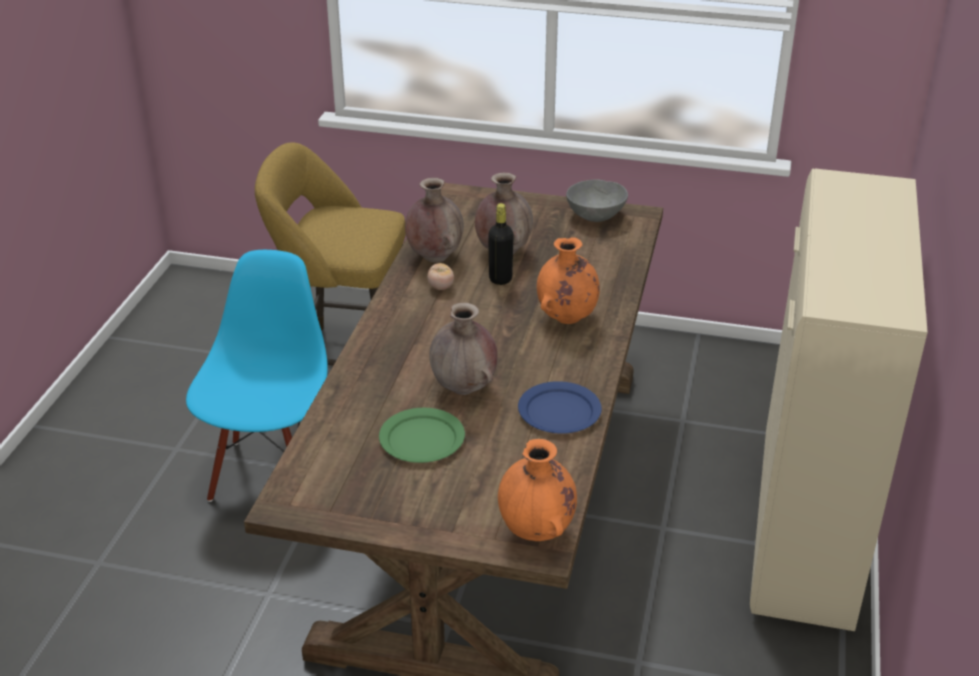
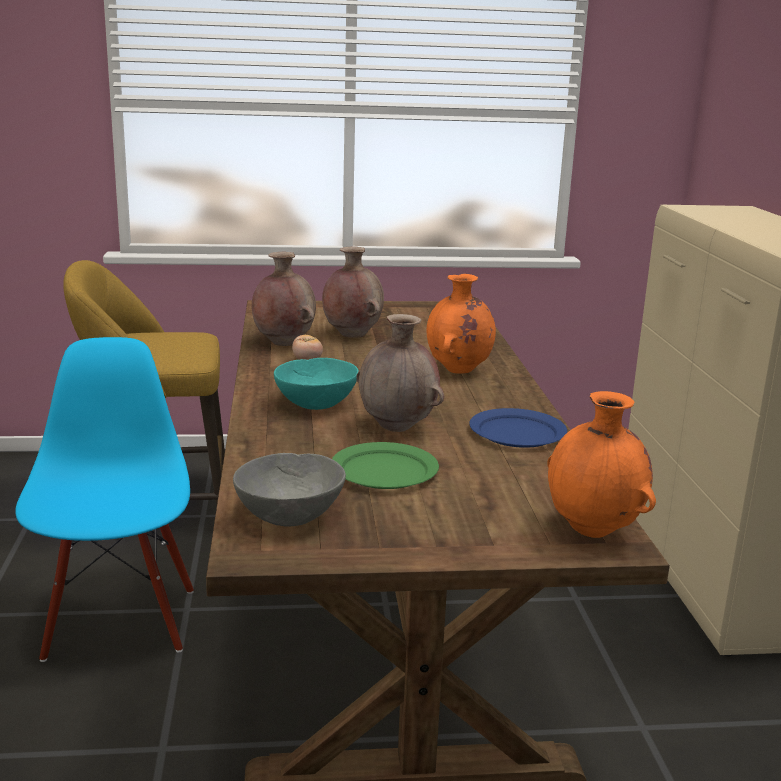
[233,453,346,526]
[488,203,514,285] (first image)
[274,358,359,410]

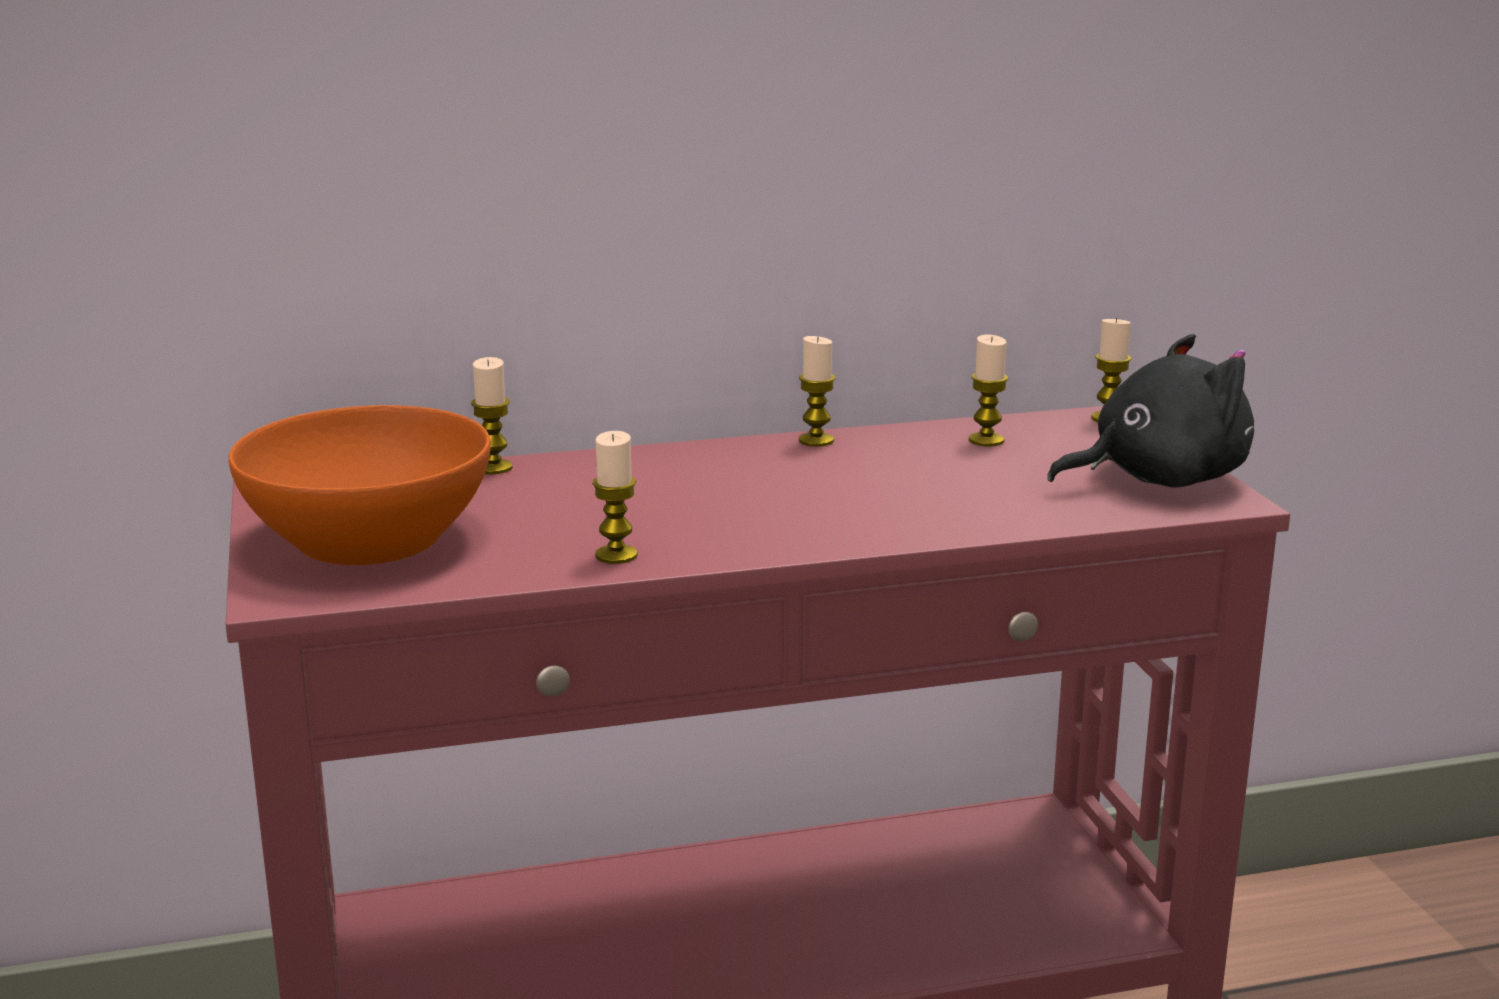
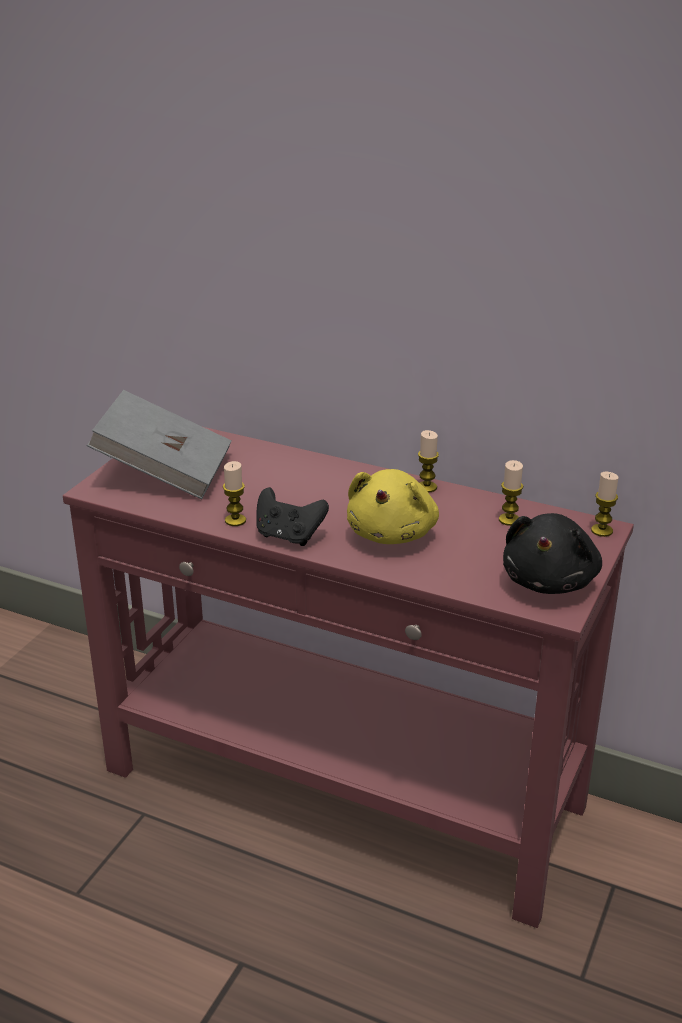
[503,513,602,594]
[471,357,513,474] (first image)
[87,390,232,499]
[347,469,439,544]
[256,487,329,546]

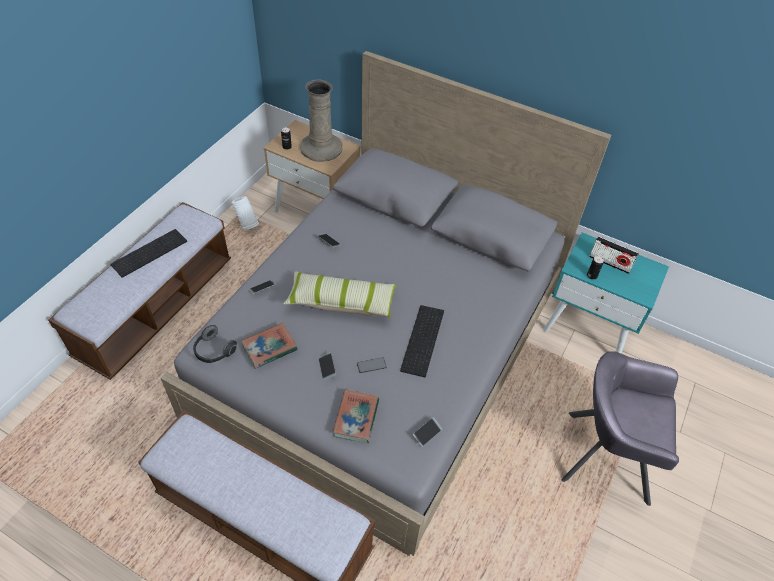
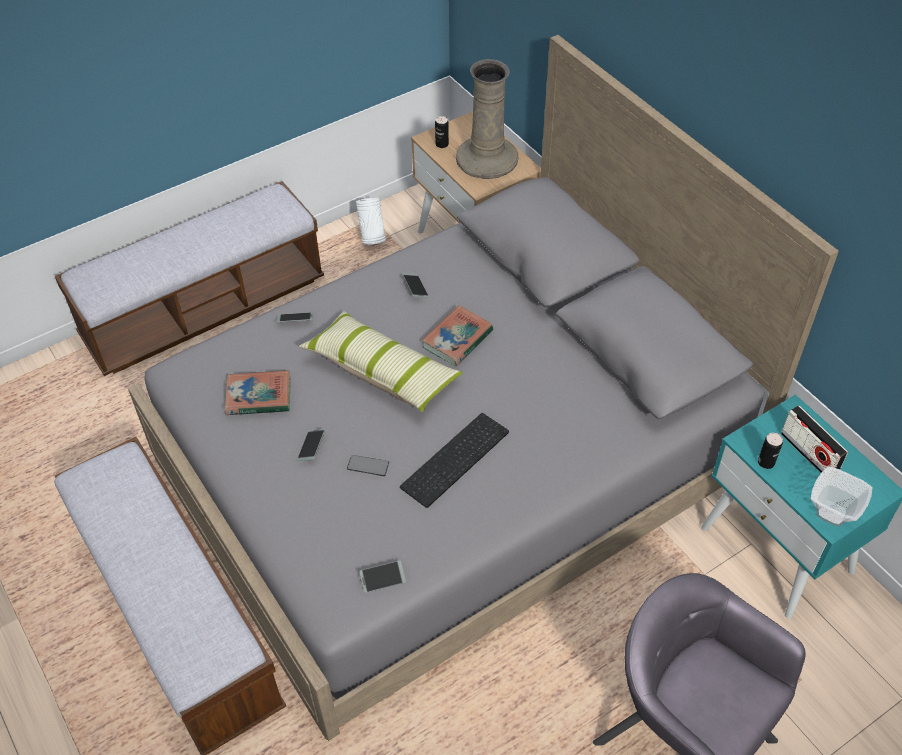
[110,229,187,278] (first image)
[193,325,237,363] (first image)
[422,305,493,366]
[811,466,872,526]

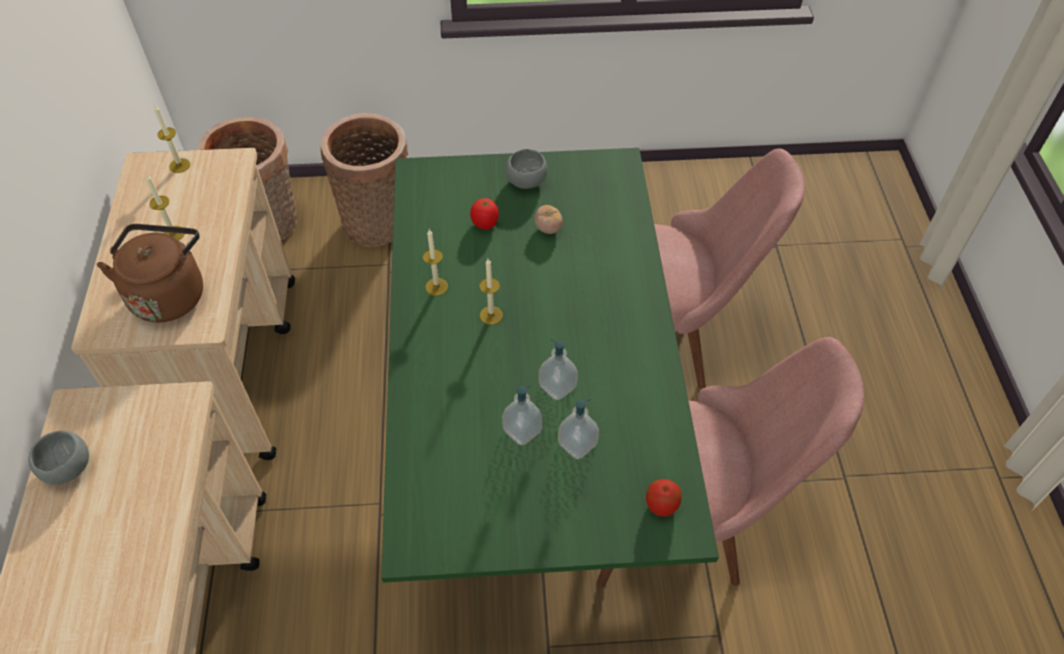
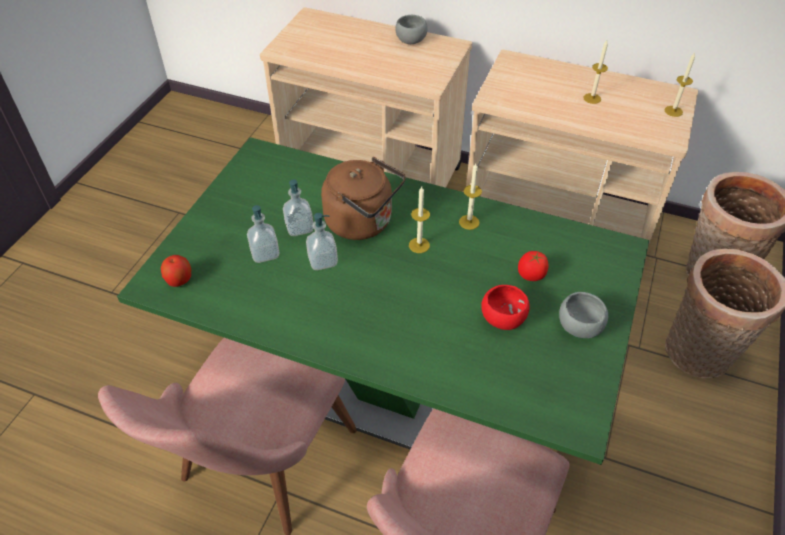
[481,285,530,330]
[321,157,406,240]

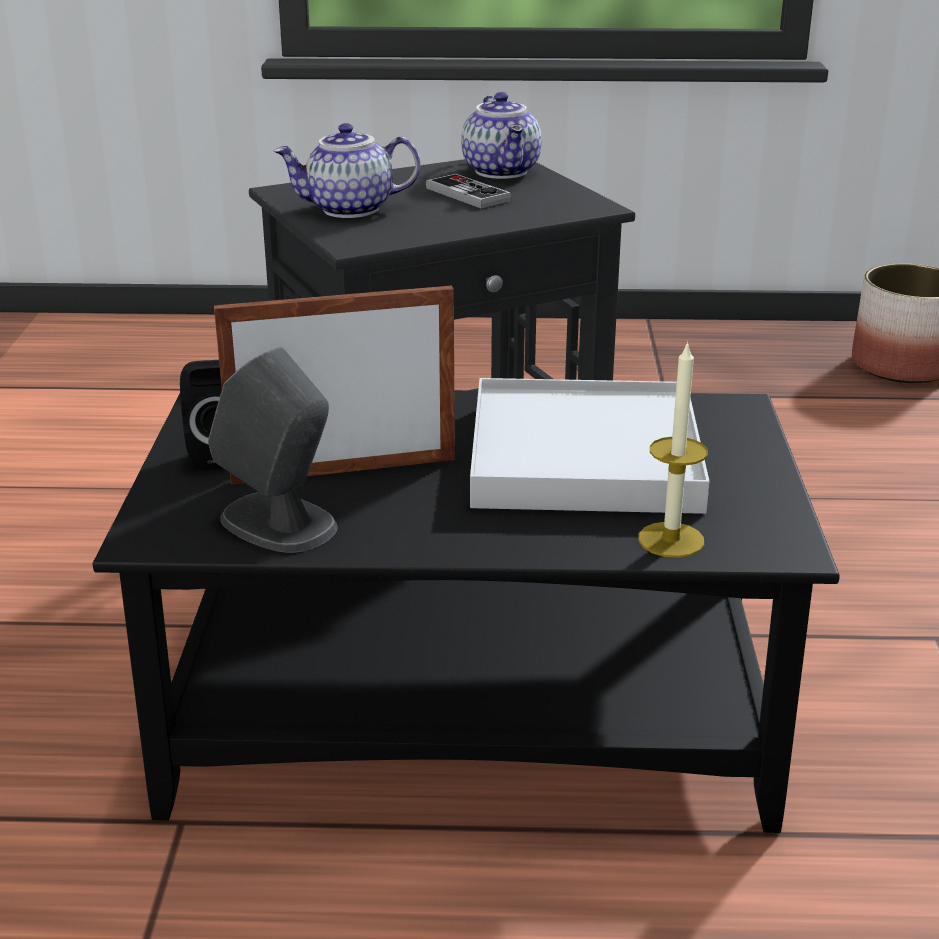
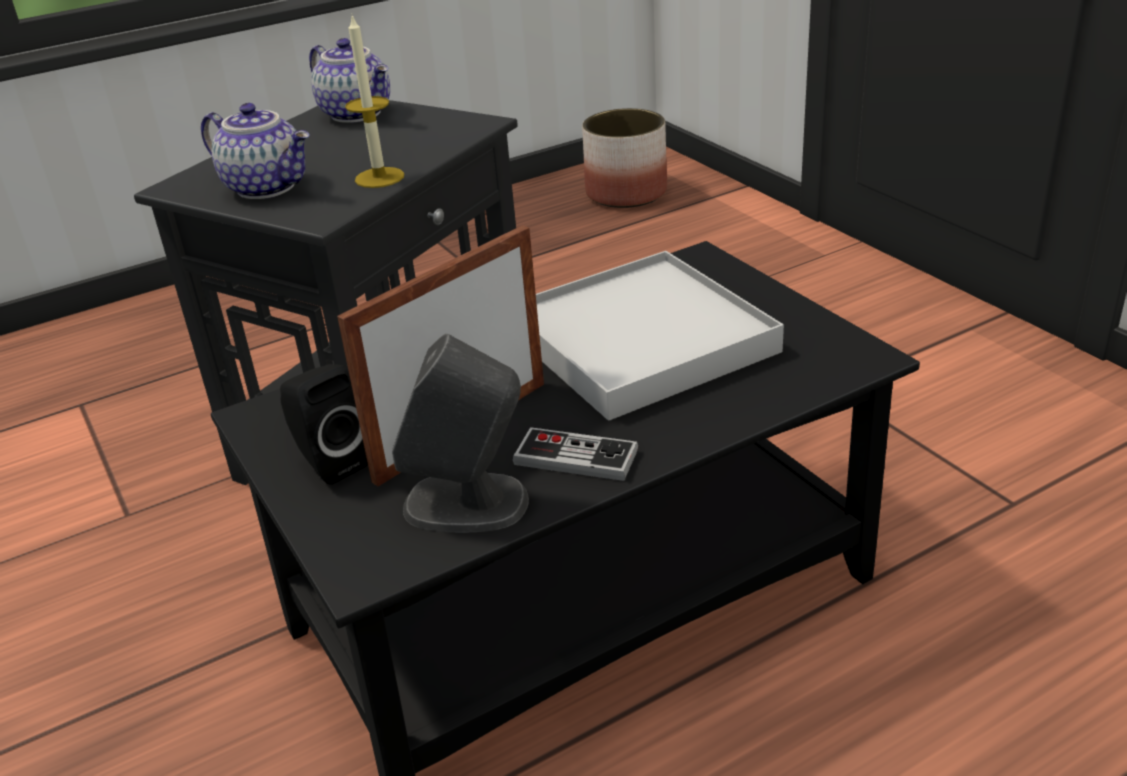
[201,103,309,199]
[513,427,638,481]
[345,16,404,188]

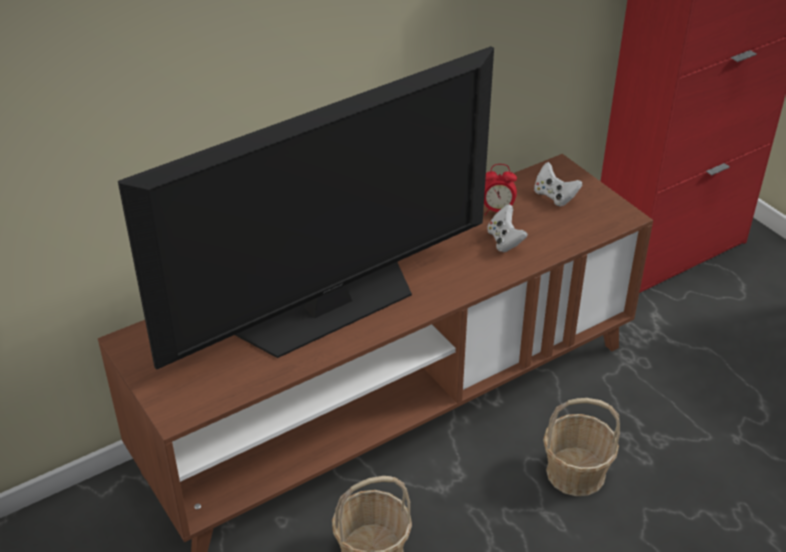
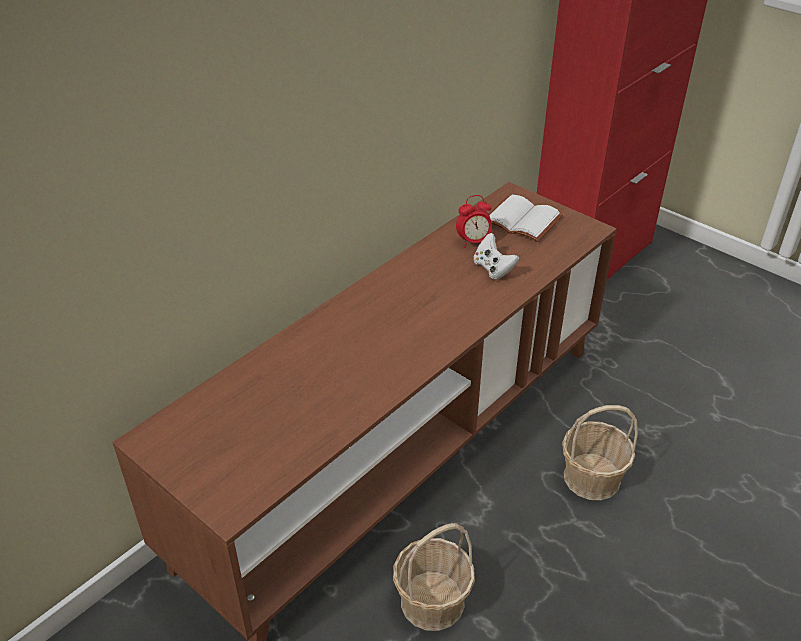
[118,46,494,370] (first image)
[489,195,563,242]

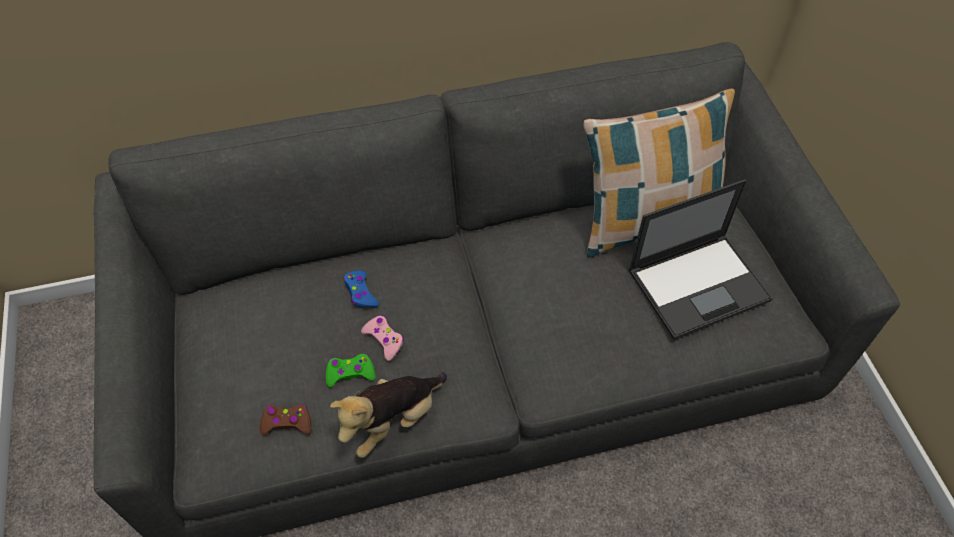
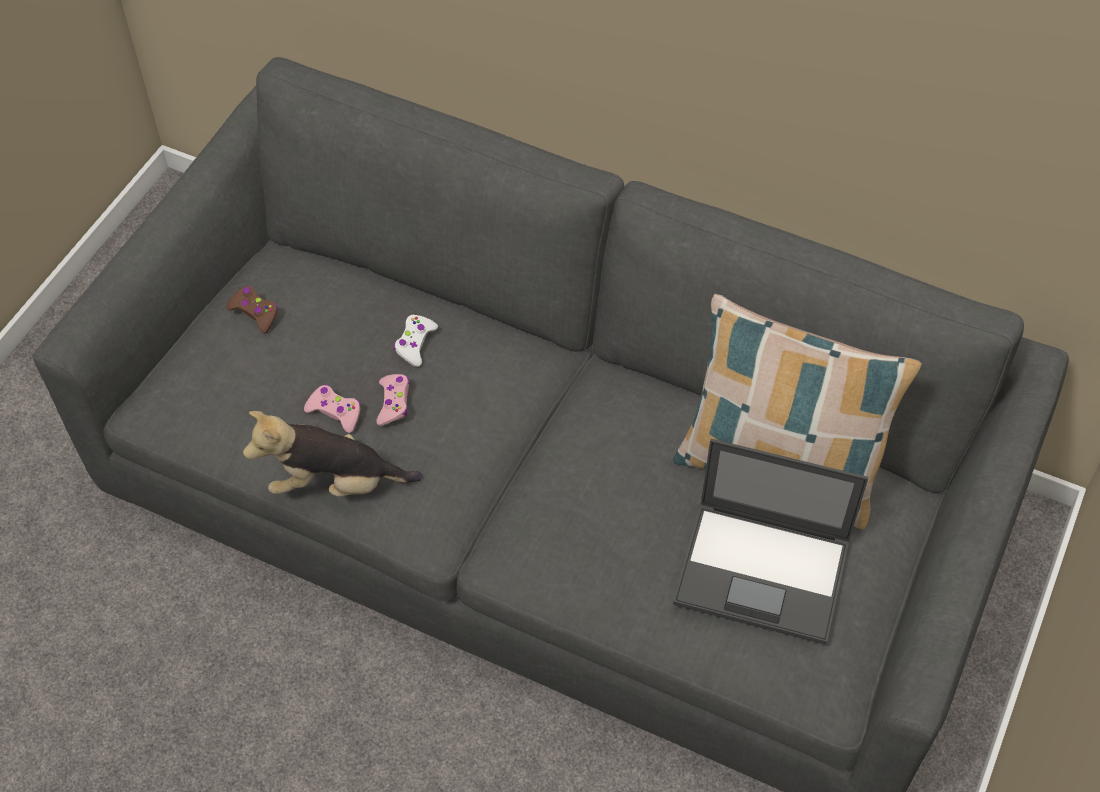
[393,315,438,367]
[304,385,361,433]
[226,286,278,334]

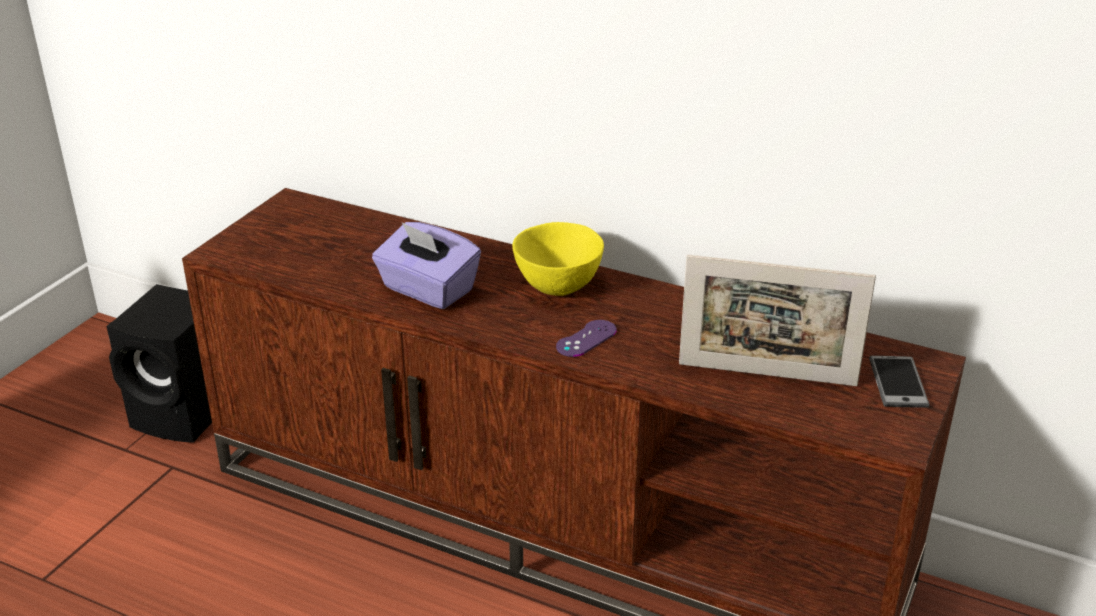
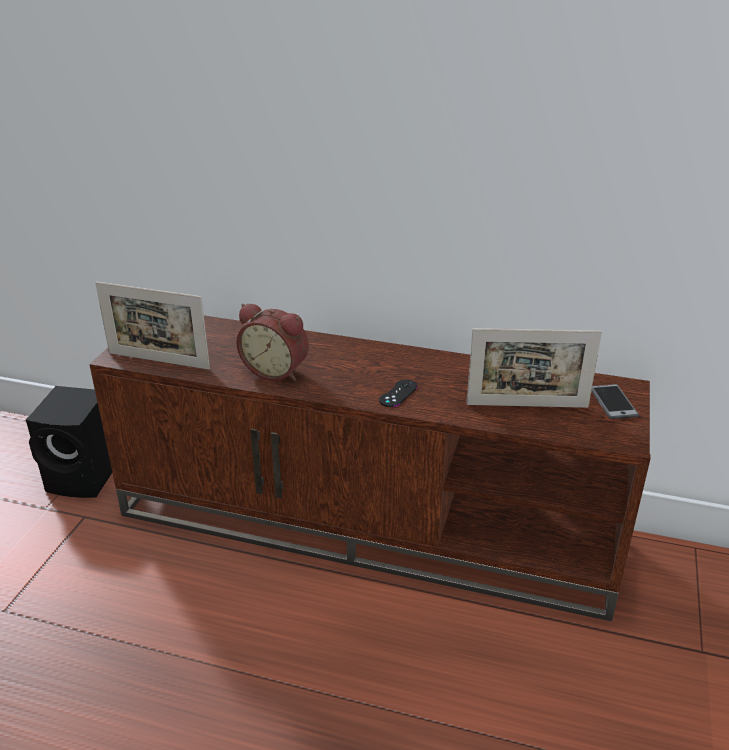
[236,304,309,381]
[512,222,604,296] (first image)
[379,380,417,407]
[95,282,210,370]

